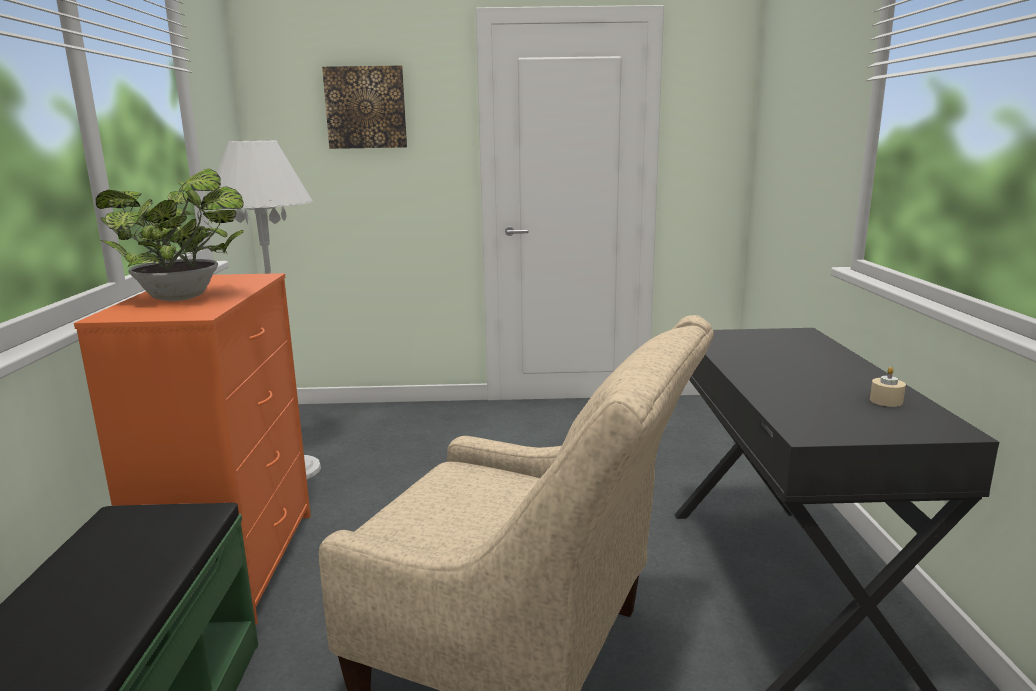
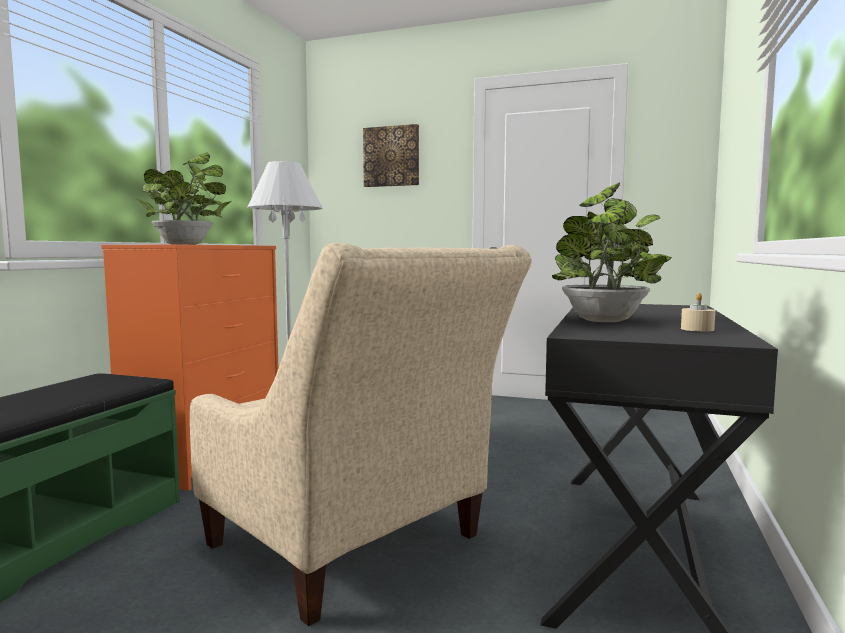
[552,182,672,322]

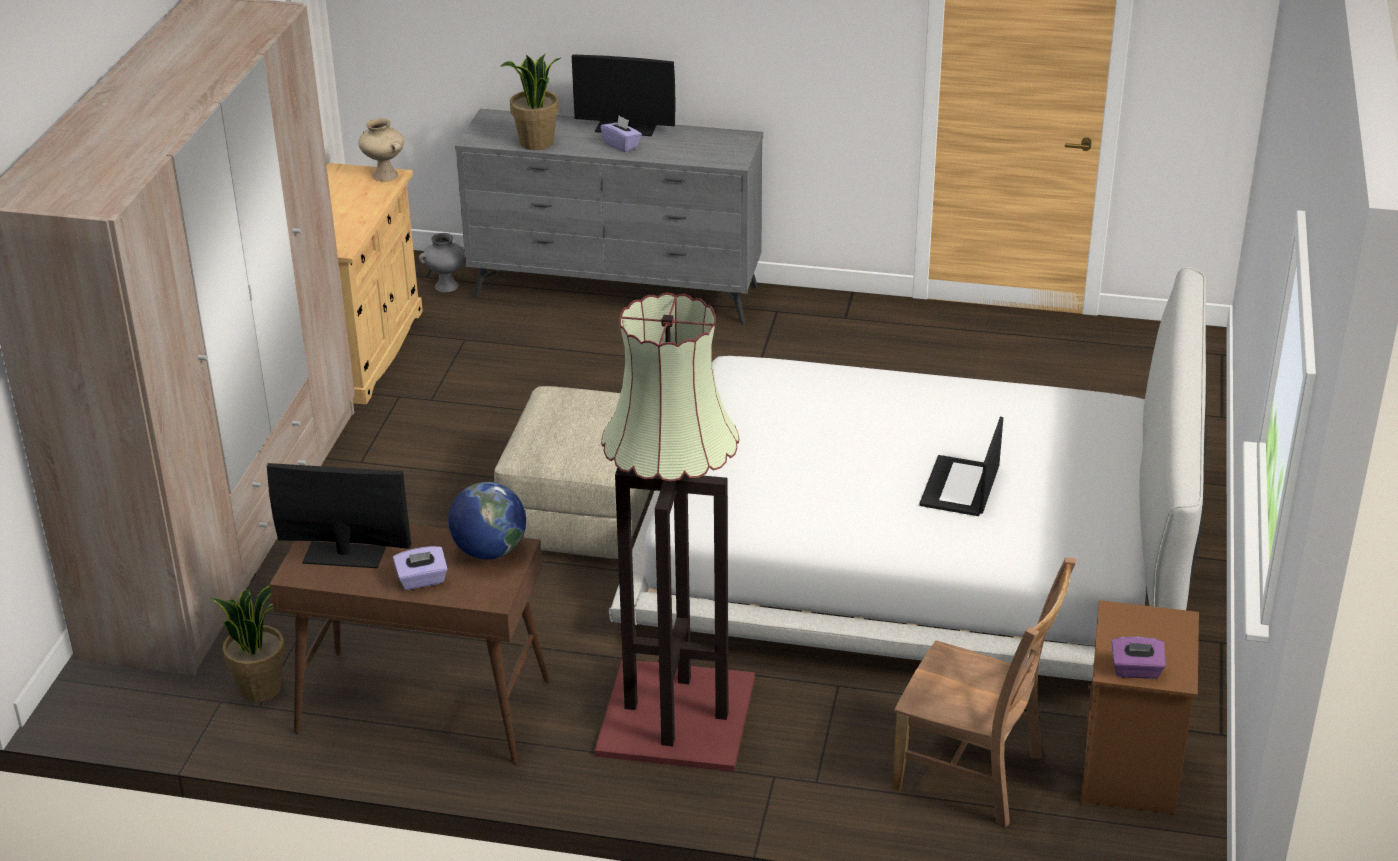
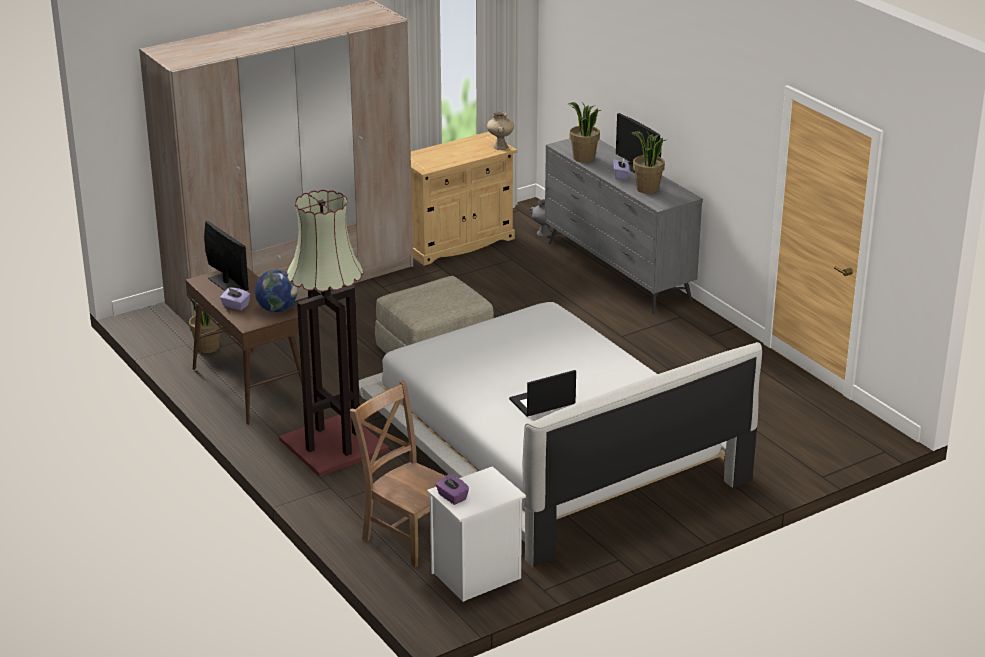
[349,380,445,568]
[427,466,526,602]
[631,131,666,194]

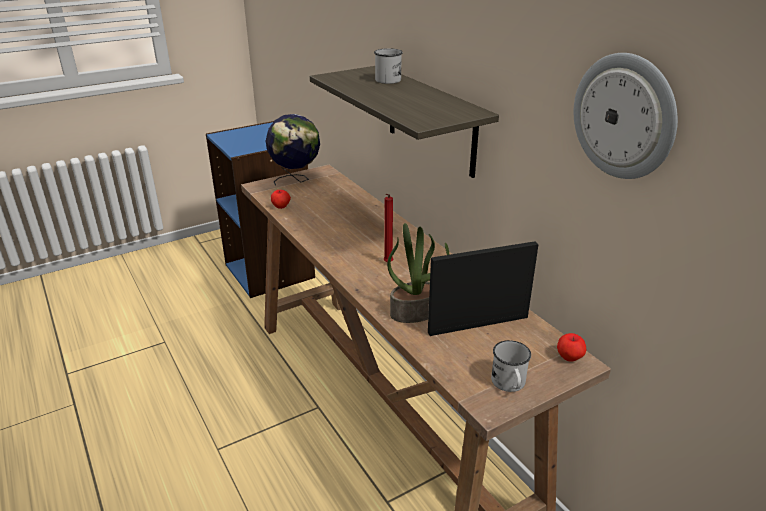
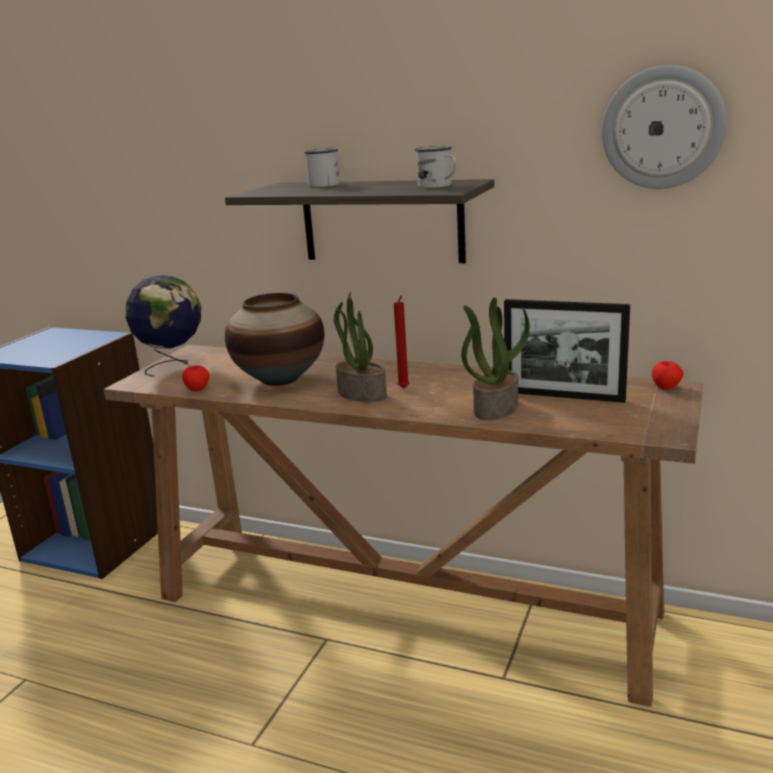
[504,299,630,403]
[415,146,457,188]
[334,291,387,402]
[225,293,324,386]

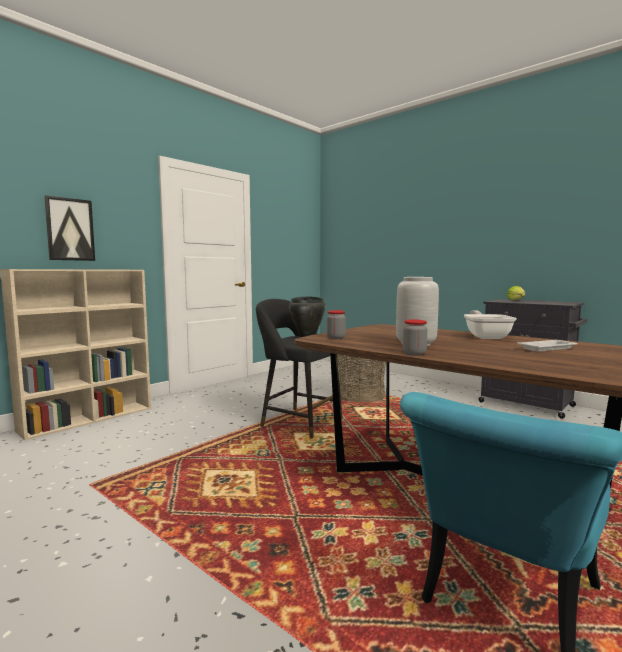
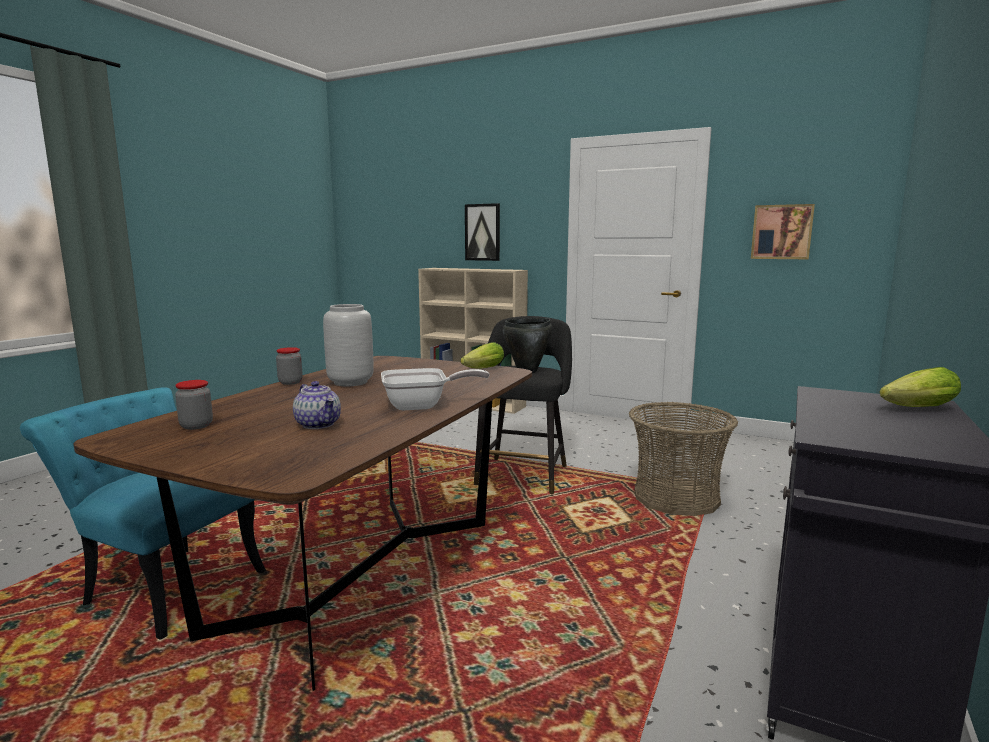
[175,380,213,430]
[293,381,341,429]
[751,204,815,259]
[460,342,504,368]

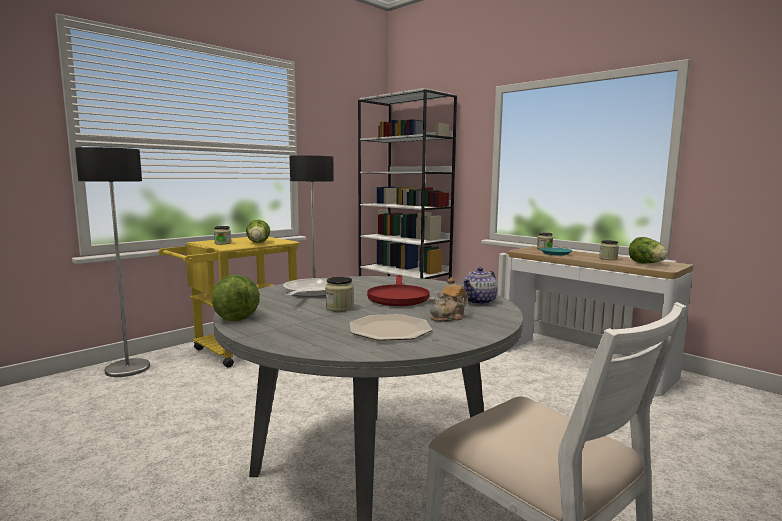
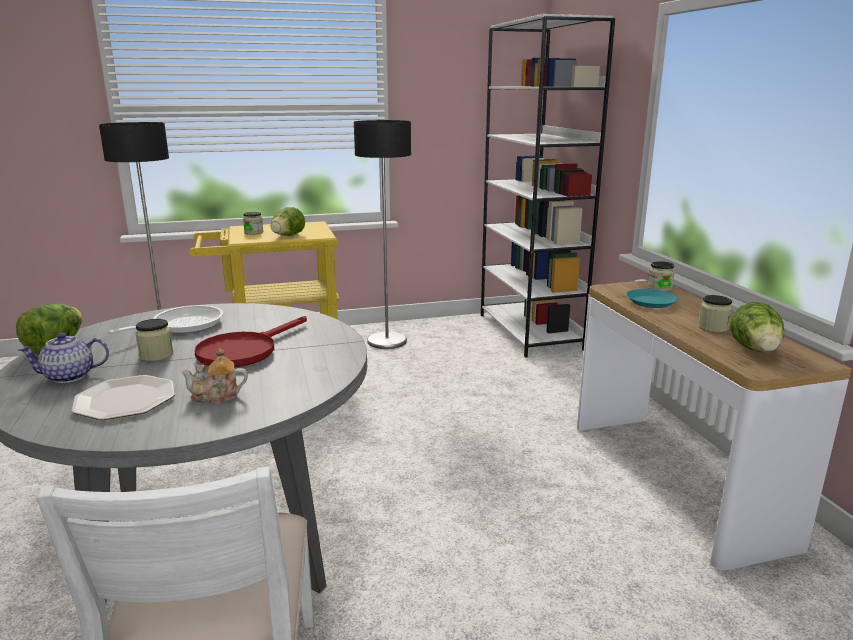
[18,333,109,383]

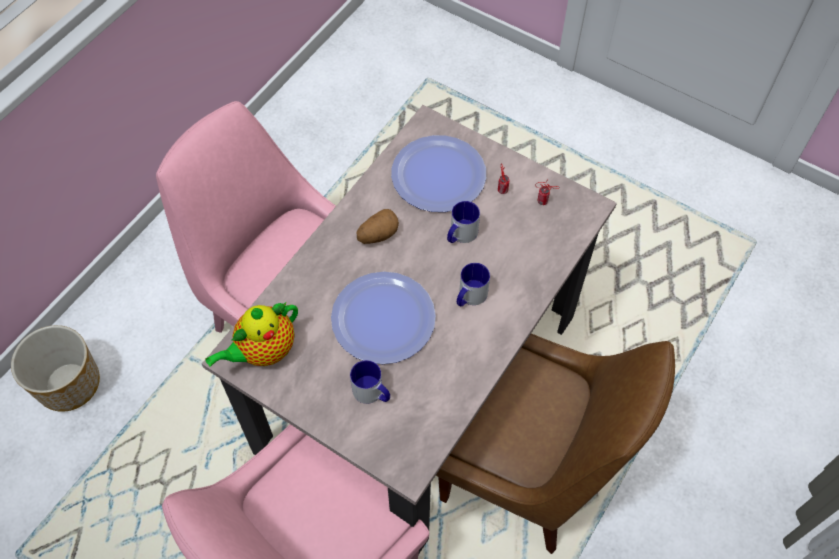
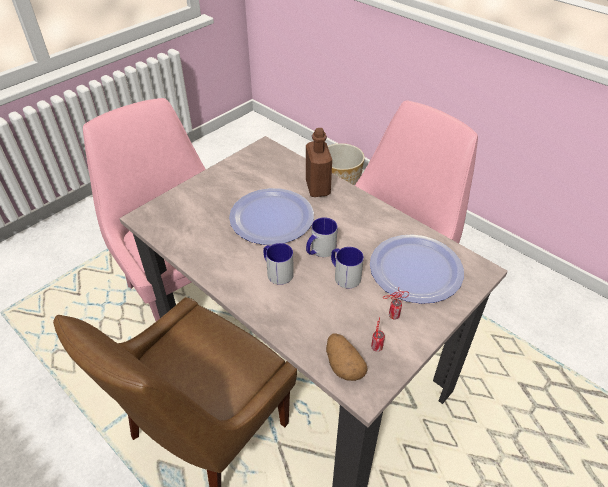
[326,334,367,381]
[205,302,298,367] (first image)
[306,217,338,257]
[306,128,332,197]

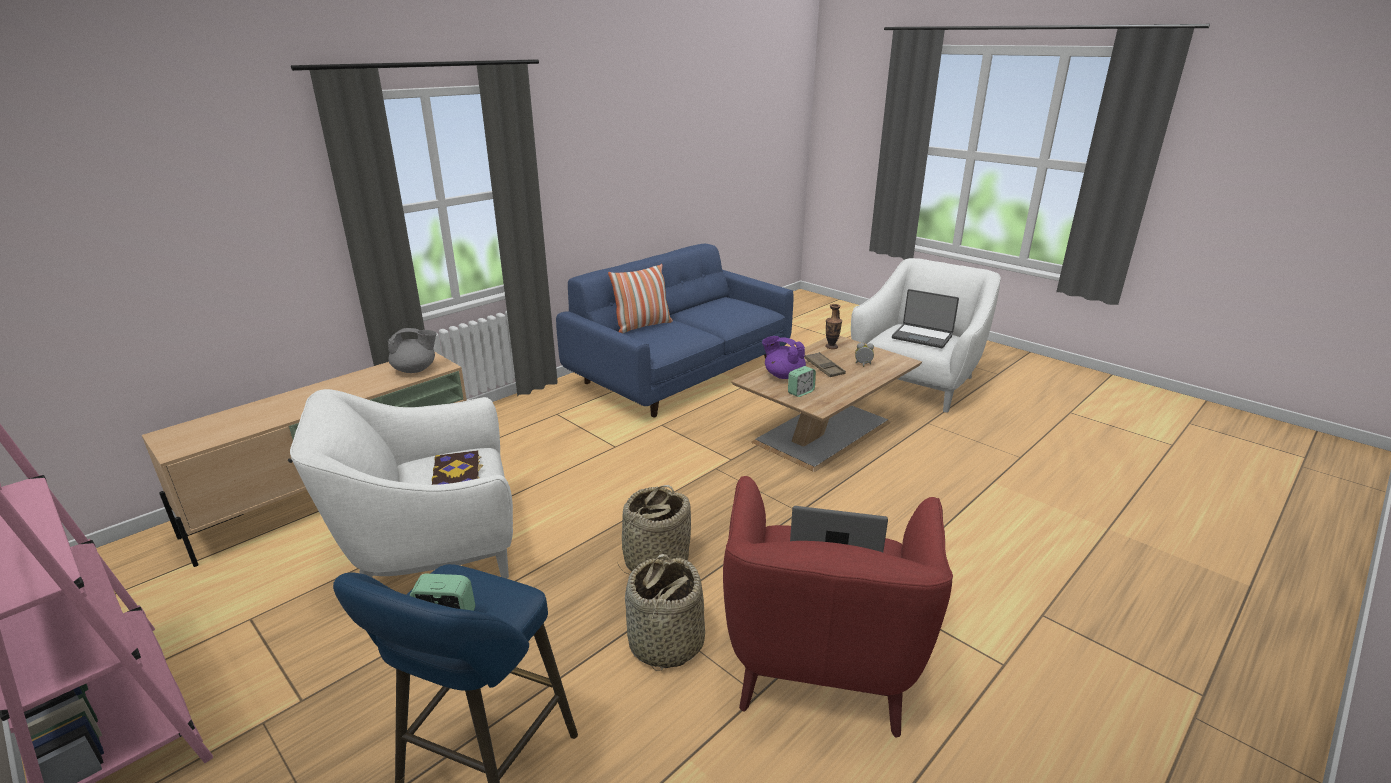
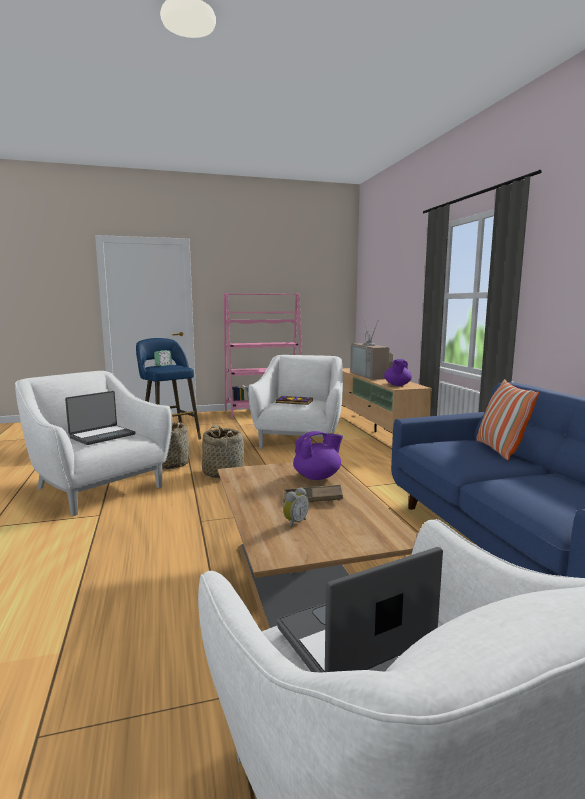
[826,304,842,349] (first image)
[384,359,412,386]
[788,366,816,397] (first image)
[15,371,172,516]
[350,321,393,380]

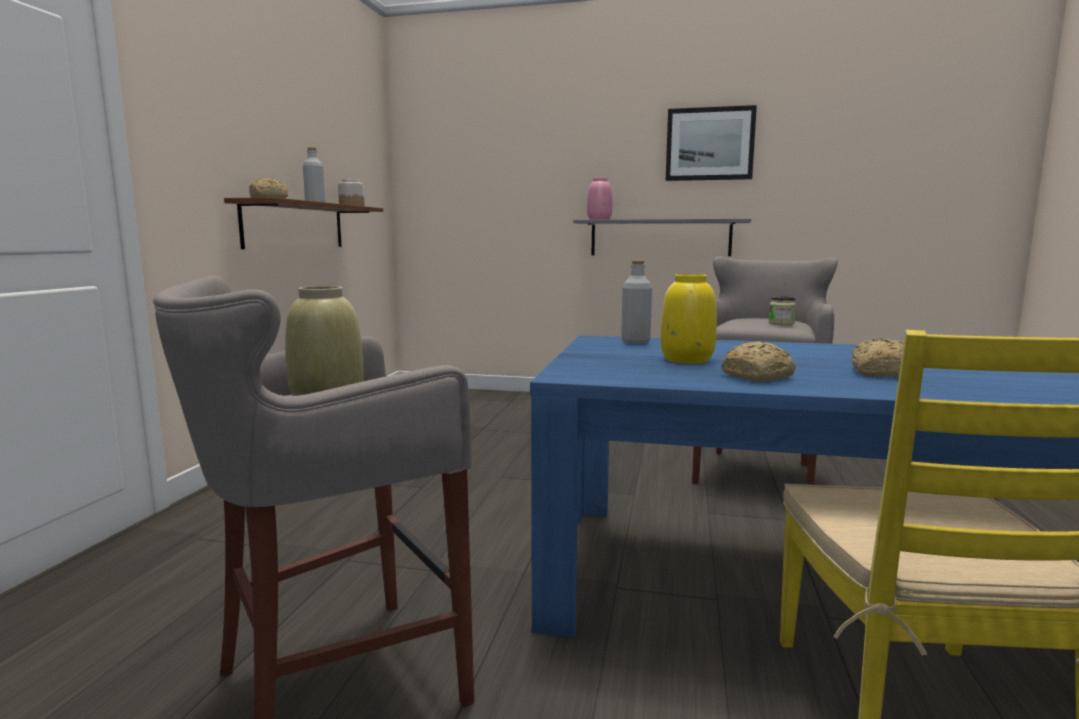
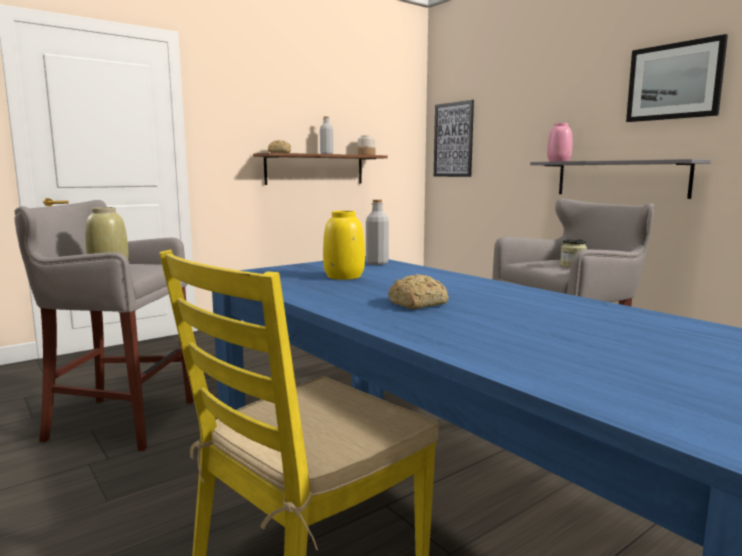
[721,341,796,382] (first image)
[434,100,474,177]

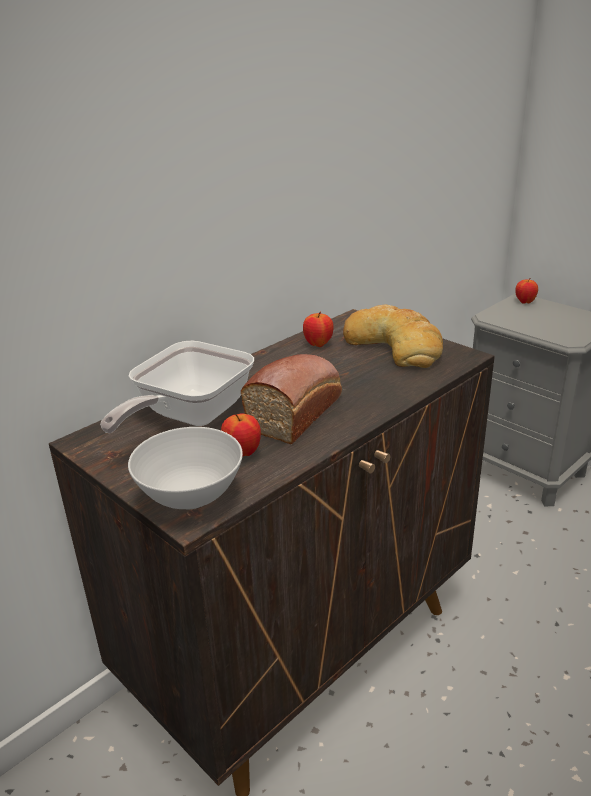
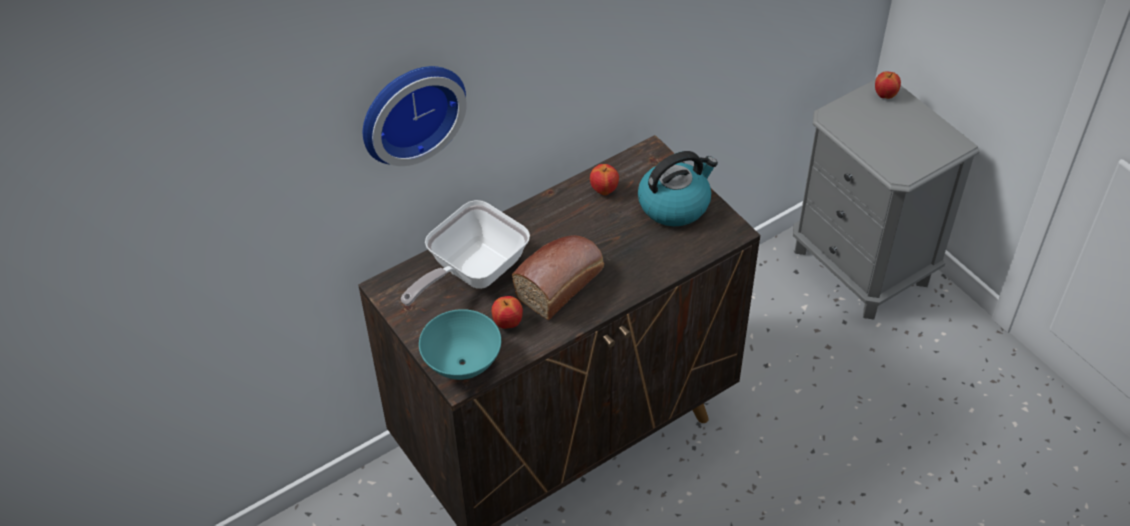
[638,151,718,226]
[419,309,501,380]
[363,66,467,166]

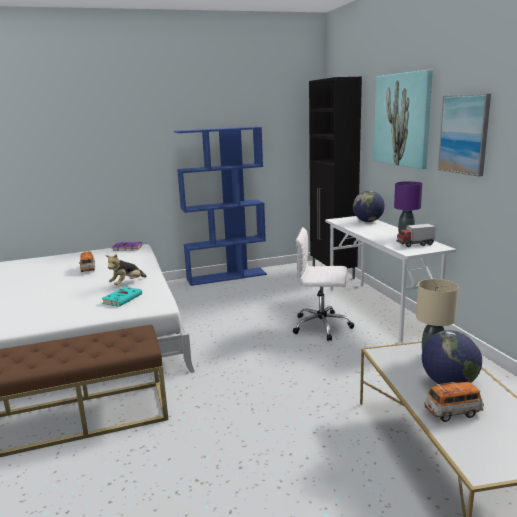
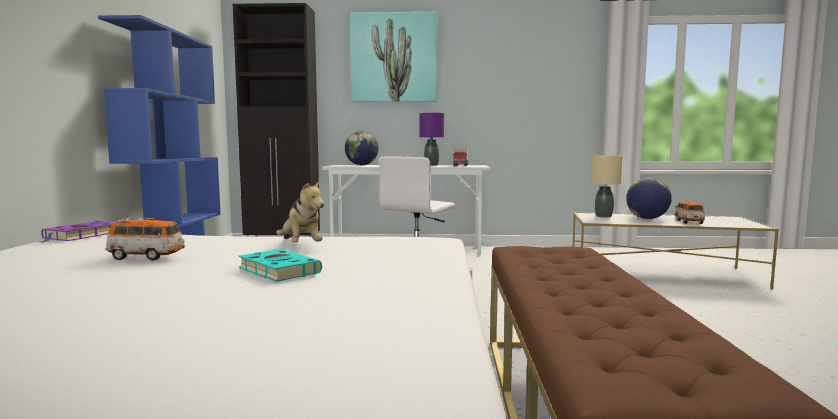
[438,94,491,177] (first image)
[238,249,322,282]

